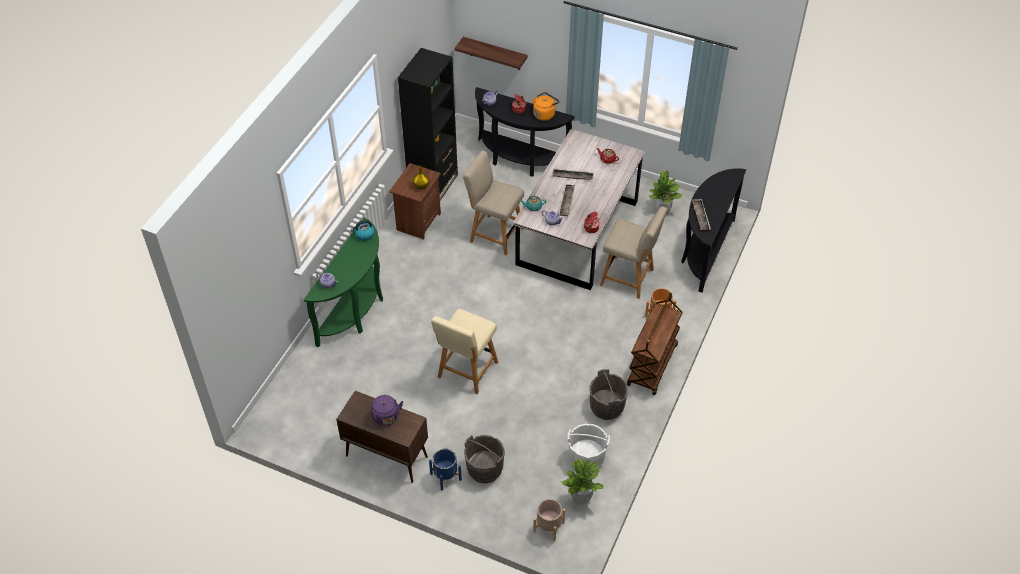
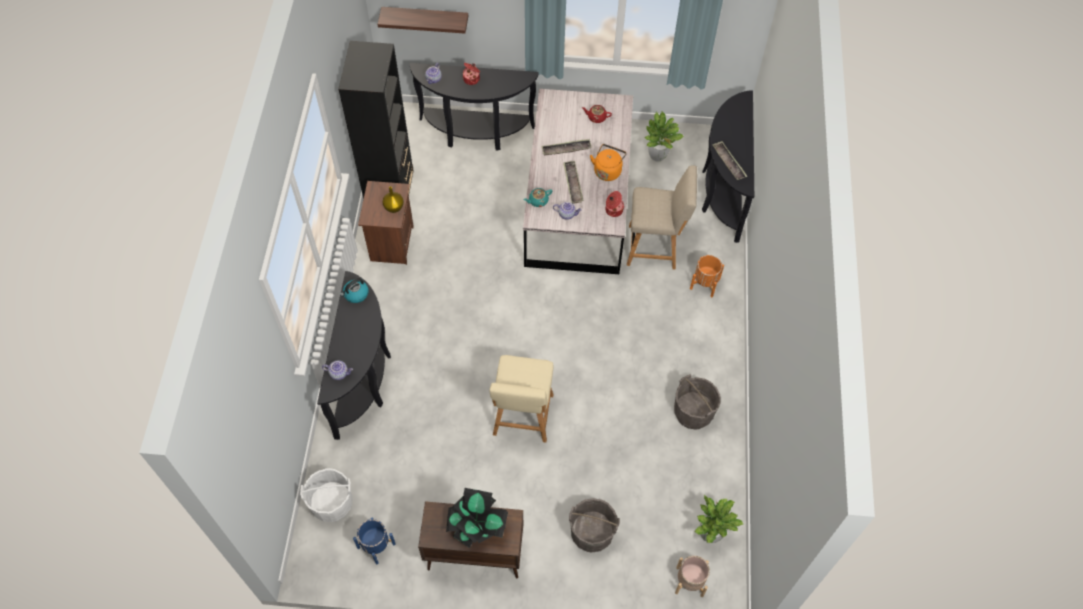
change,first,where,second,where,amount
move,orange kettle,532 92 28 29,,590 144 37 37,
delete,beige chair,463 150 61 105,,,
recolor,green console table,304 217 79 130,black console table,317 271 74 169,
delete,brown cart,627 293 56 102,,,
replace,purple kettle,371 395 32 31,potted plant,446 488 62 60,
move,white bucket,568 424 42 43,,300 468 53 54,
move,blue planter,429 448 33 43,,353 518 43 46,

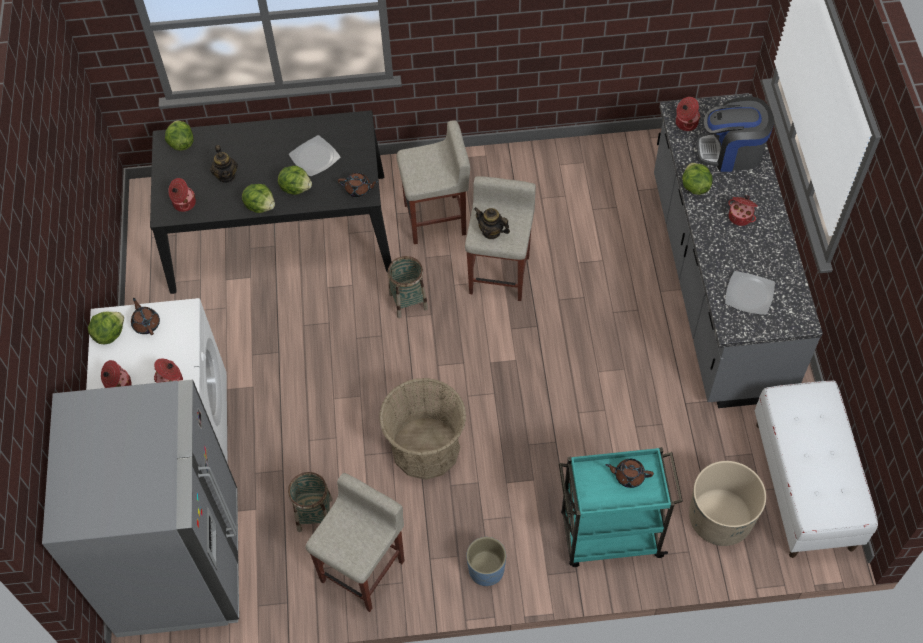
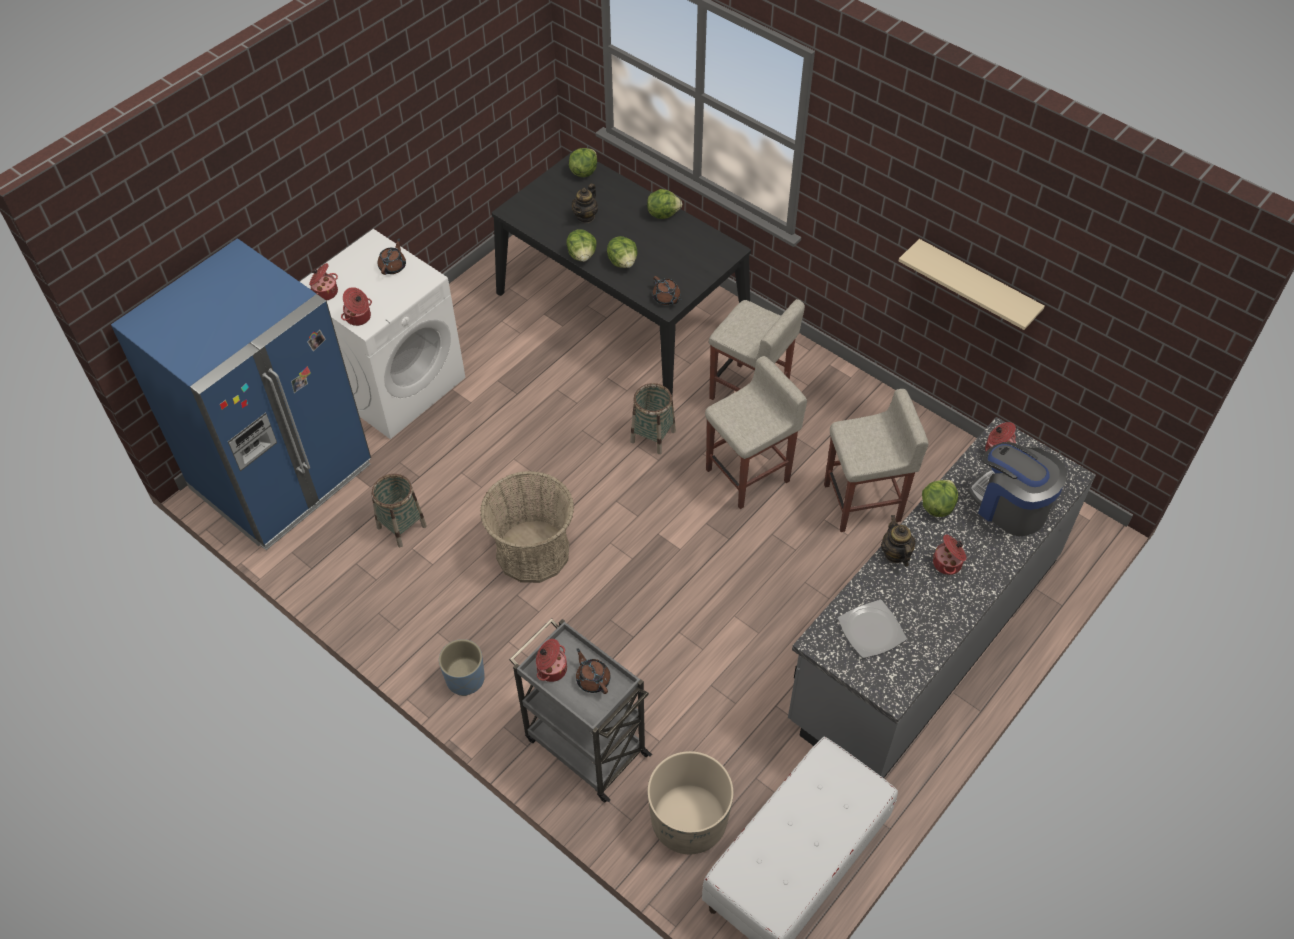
change,first,where,second,where,amount
delete,plate,289 135 52 42,,,
move,cooking pot,168 178 28 34,,536 639 31 43,
move,teapot,474 207 36 32,,881 515 35 52,
move,lettuce,88 312 36 32,,647 189 35 30,
recolor,grey fridge,42 379 197 258,blue fridge,111 238 260 312,
recolor,turquoise cart,559 447 124 120,grey cart,509 618 143 185,
move,beige stool,306 473 99 139,,824 389 104 143,
insert,,,beige shelf,899 239 146 91,

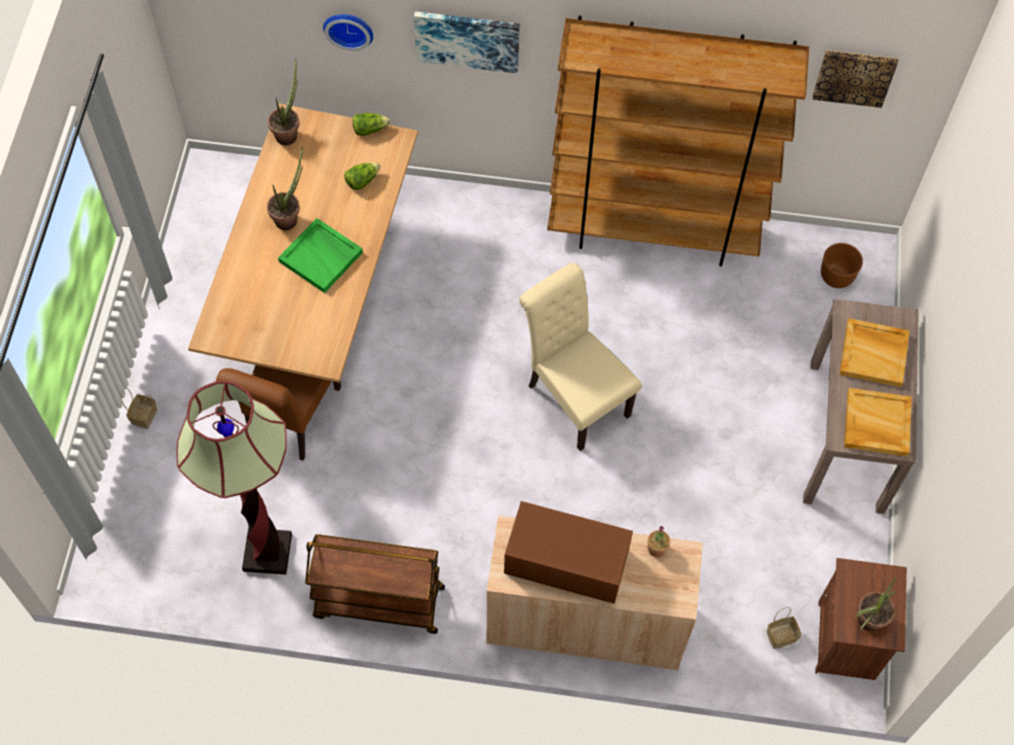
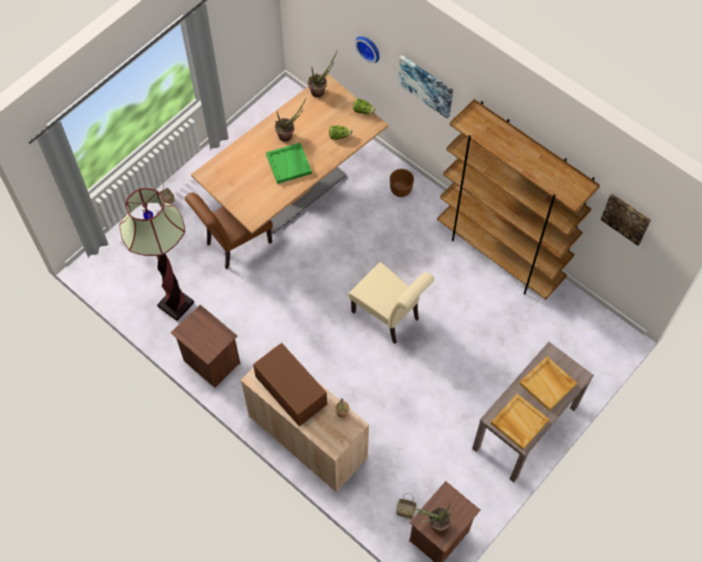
change,first,where,second,where,amount
move,brown planter,821 243 42 45,,390 169 24 28,
rotate,beige chair,519 263 123 188,,349 262 86 82,135 degrees clockwise
replace,brown cart,305 534 140 100,brown nightstand,171 305 69 83,

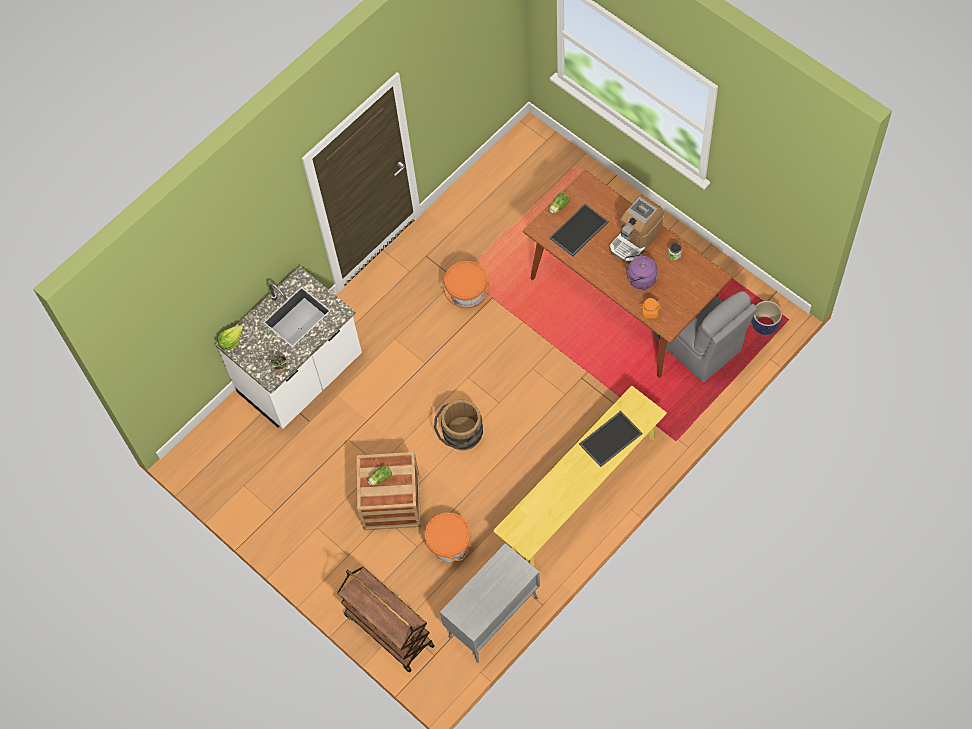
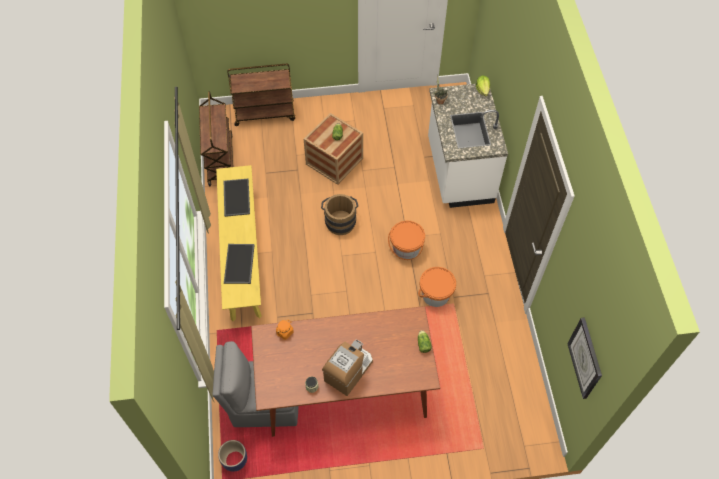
change,first,where,second,where,amount
rotate,coffee machine,609 195 55 69,,322 340 51 56,45 degrees clockwise
move,tray,549 204 60 52,,224 179 26 38,
delete,purple kettle,625 254 33 37,,,
move,orange bucket,424 512 47 50,,388 221 37 39,
replace,grey cabinet,440 543 100 120,brown cart,199 91 34 95,
insert,,,wall clock,567 317 35 82,

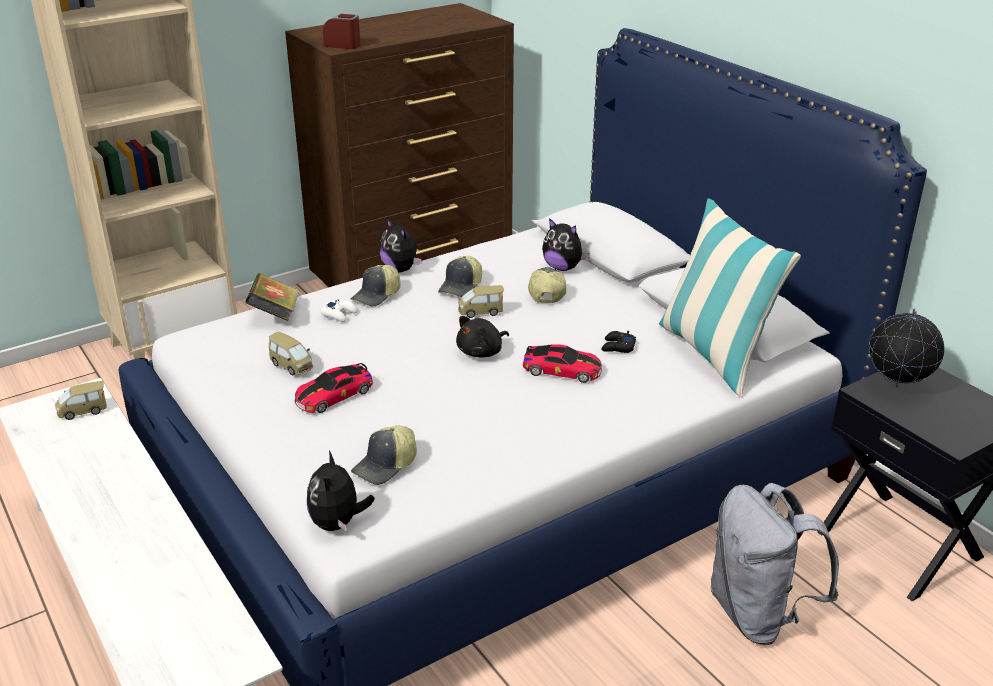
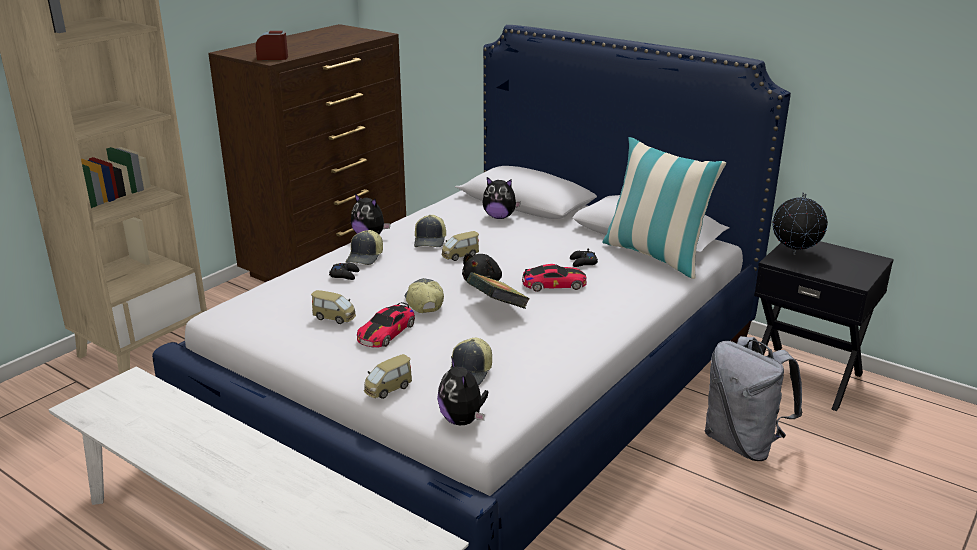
change,first,where,second,where,amount
move,cap,528 267 38 36,,405 278 39 35,
move,book,245 273 54 48,,467 272 63 37,
recolor,white game controller,320 300 37 22,black game controller,329 263 30 17,
move,toy car,55 381 52 39,,364 354 48 45,

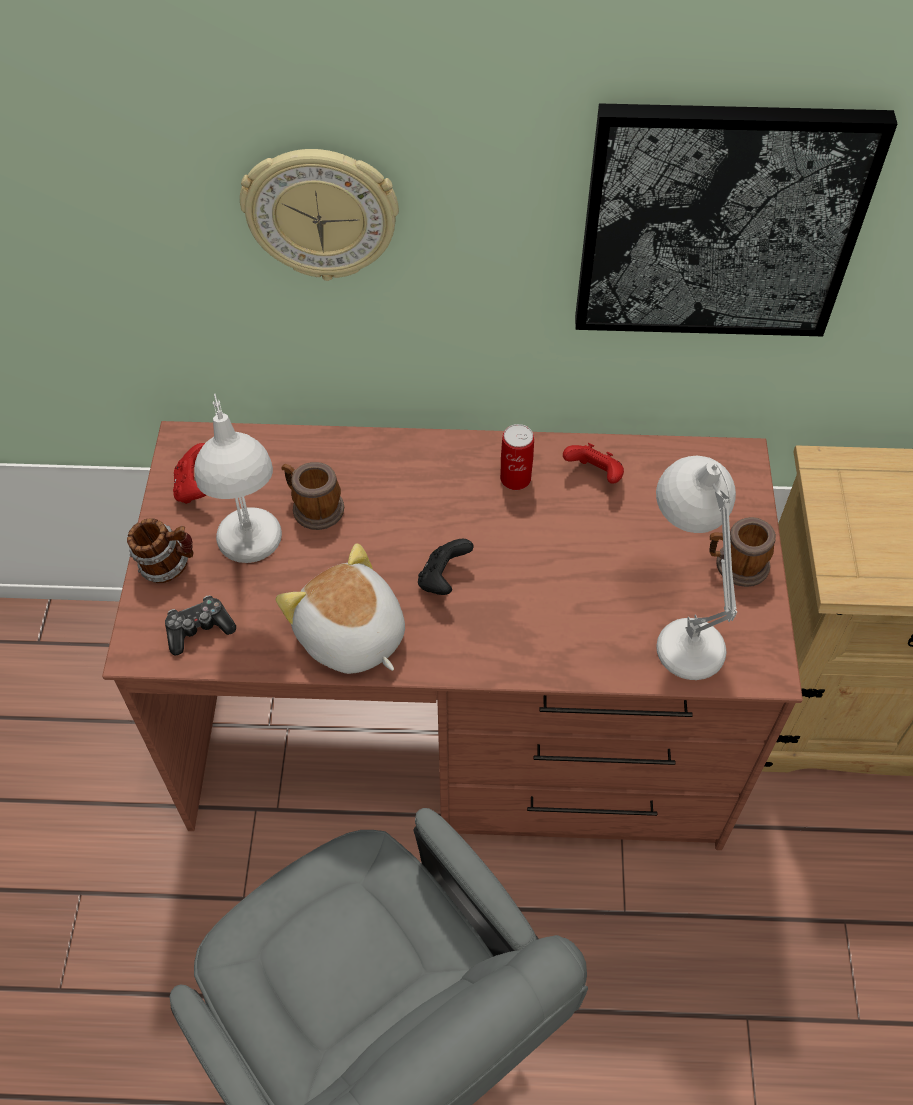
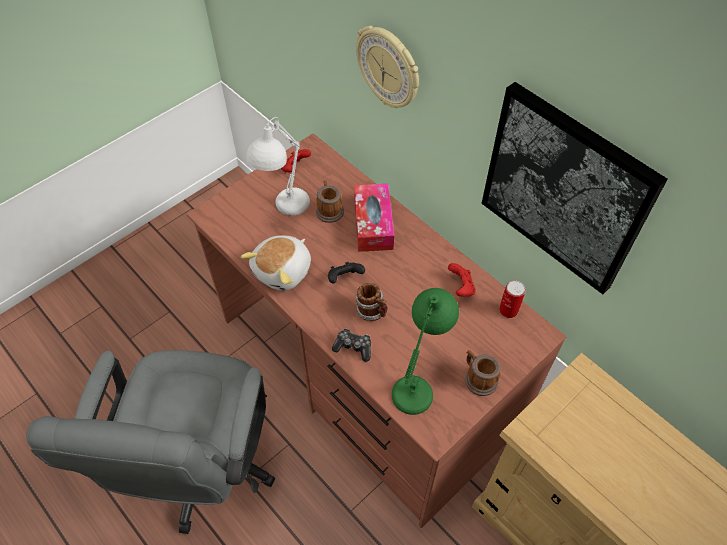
change,first,where,second,where,amount
move,can,500 424 34 66,,499 280 27 38,
recolor,white table lamp,656 456 81 224,green table lamp,392 288 67 127,
move,mug,127 518 67 65,,356 283 32 38,
rotate,plush toy,276 544 129 130,,241 235 70 56,150 degrees counterclockwise
move,game controller,165 595 71 61,,332 328 39 34,
insert,,,tissue box,354 184 40 68,

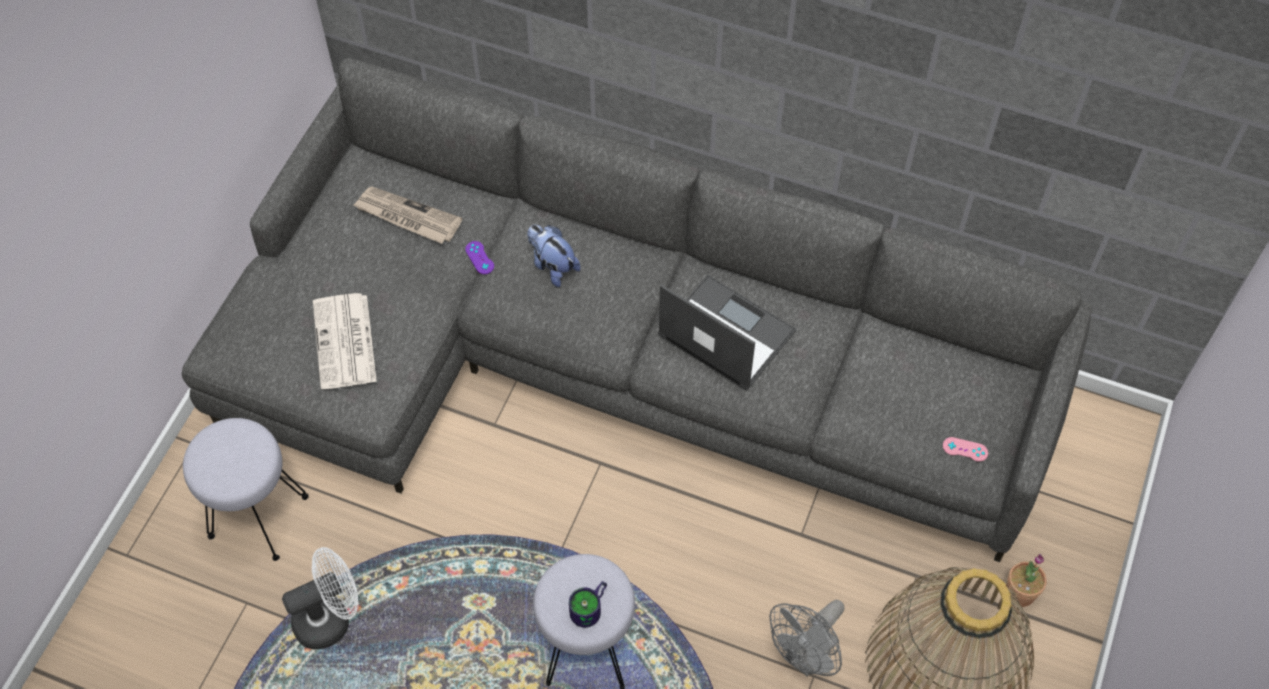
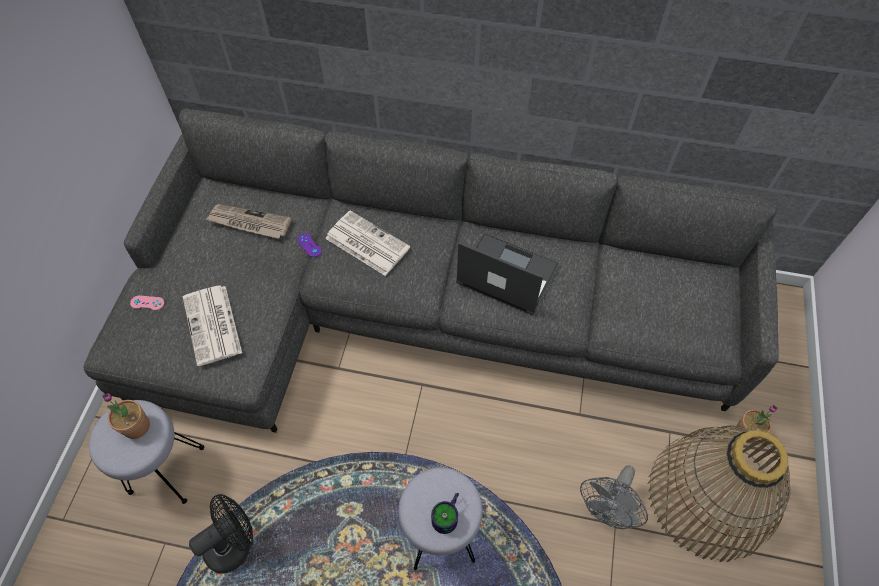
change,first,where,second,where,amount
replace,plush toy,527 225 53 62,newspaper,325 210 85 66,
move,pink game controller,943 437 45 25,,130 295 34 15,
recolor,white fan,282 547 76 103,black fan,189 494 64 80,
insert,,,potted plant,102 393 48 46,

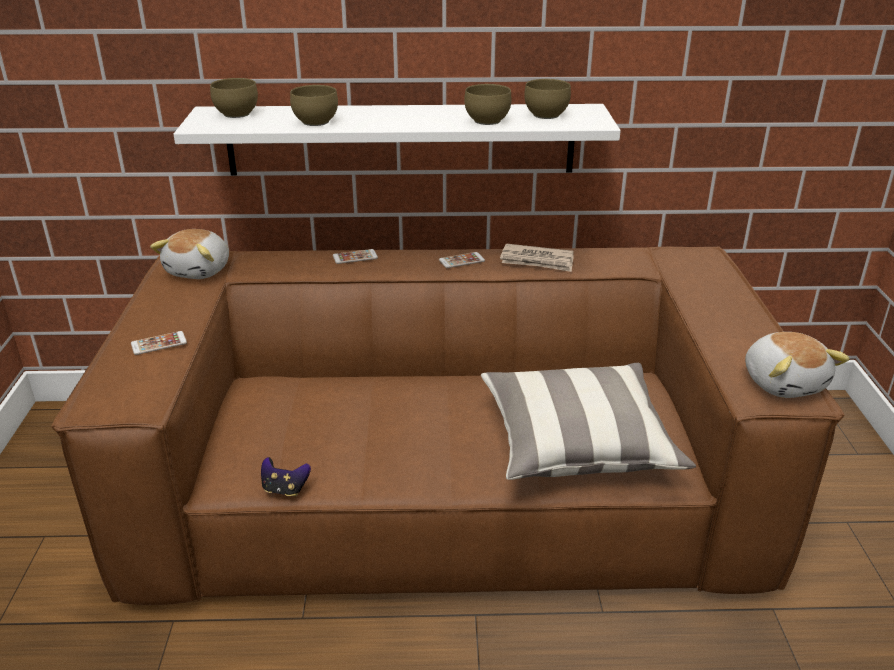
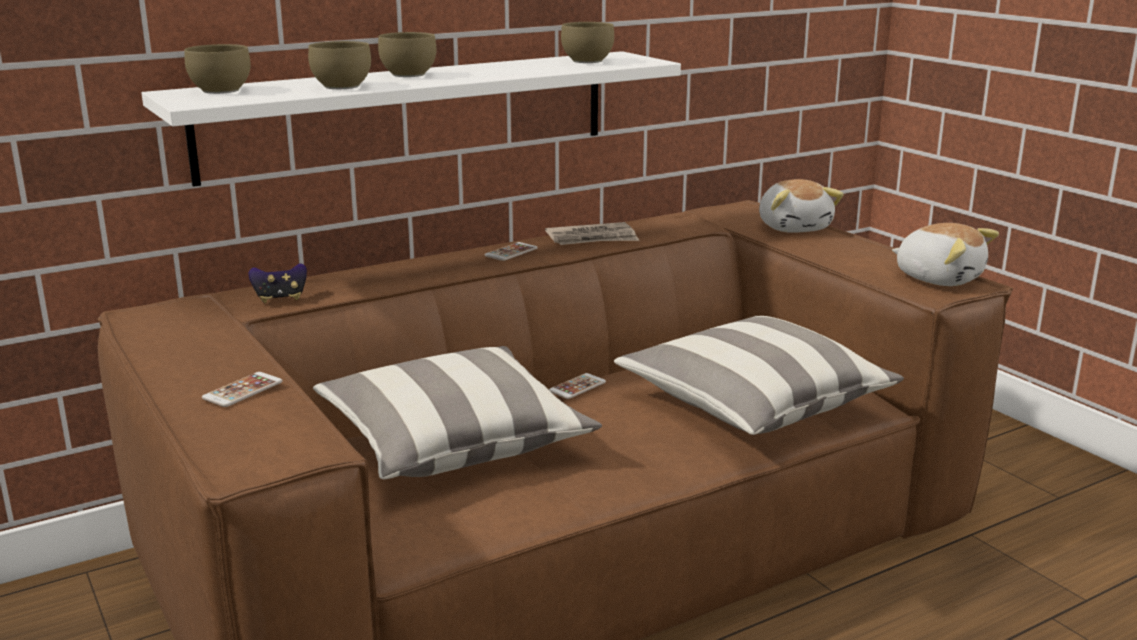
change,first,where,second,where,amount
move,brown bowl,464 84 47 41,,378 32 58 45,
move,plush toy,150 229 79 50,,759 179 85 54,
move,phone,333 249 45 15,,549 373 57 26,
move,game controller,261 457 50 39,,248 263 59 40,
insert,,,pillow,313 346 289 133,

